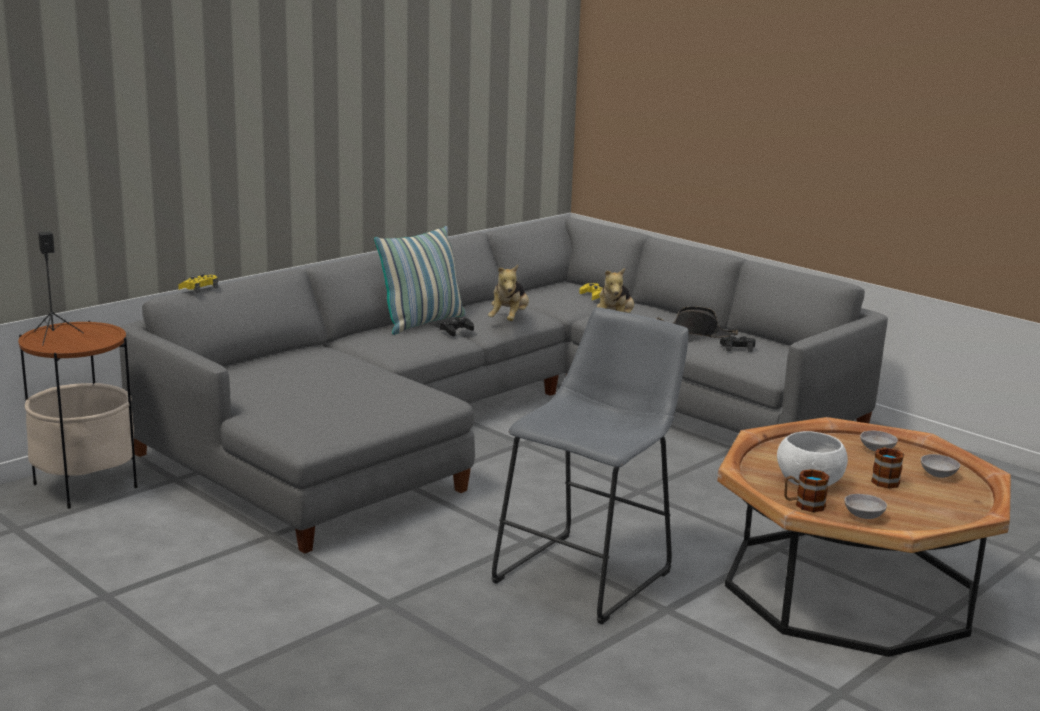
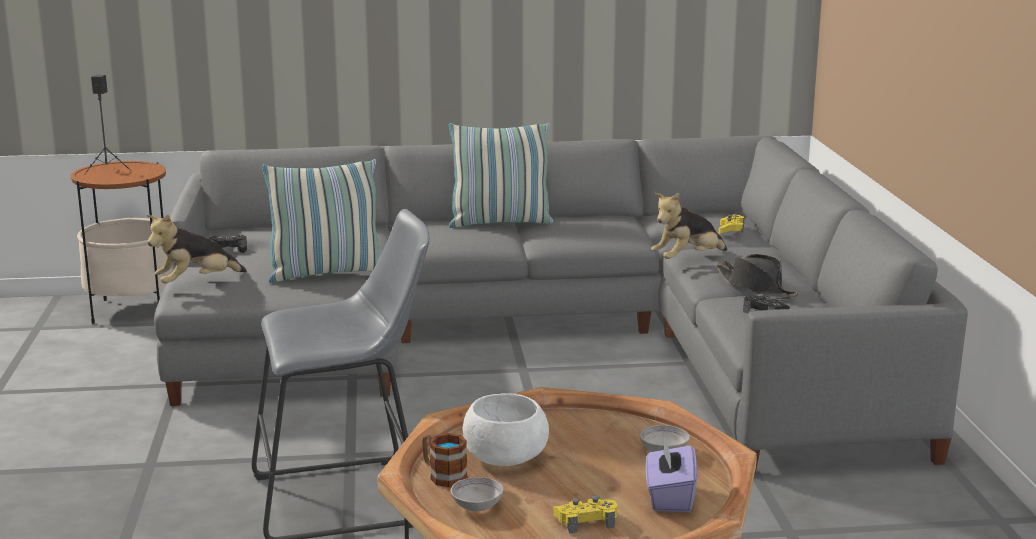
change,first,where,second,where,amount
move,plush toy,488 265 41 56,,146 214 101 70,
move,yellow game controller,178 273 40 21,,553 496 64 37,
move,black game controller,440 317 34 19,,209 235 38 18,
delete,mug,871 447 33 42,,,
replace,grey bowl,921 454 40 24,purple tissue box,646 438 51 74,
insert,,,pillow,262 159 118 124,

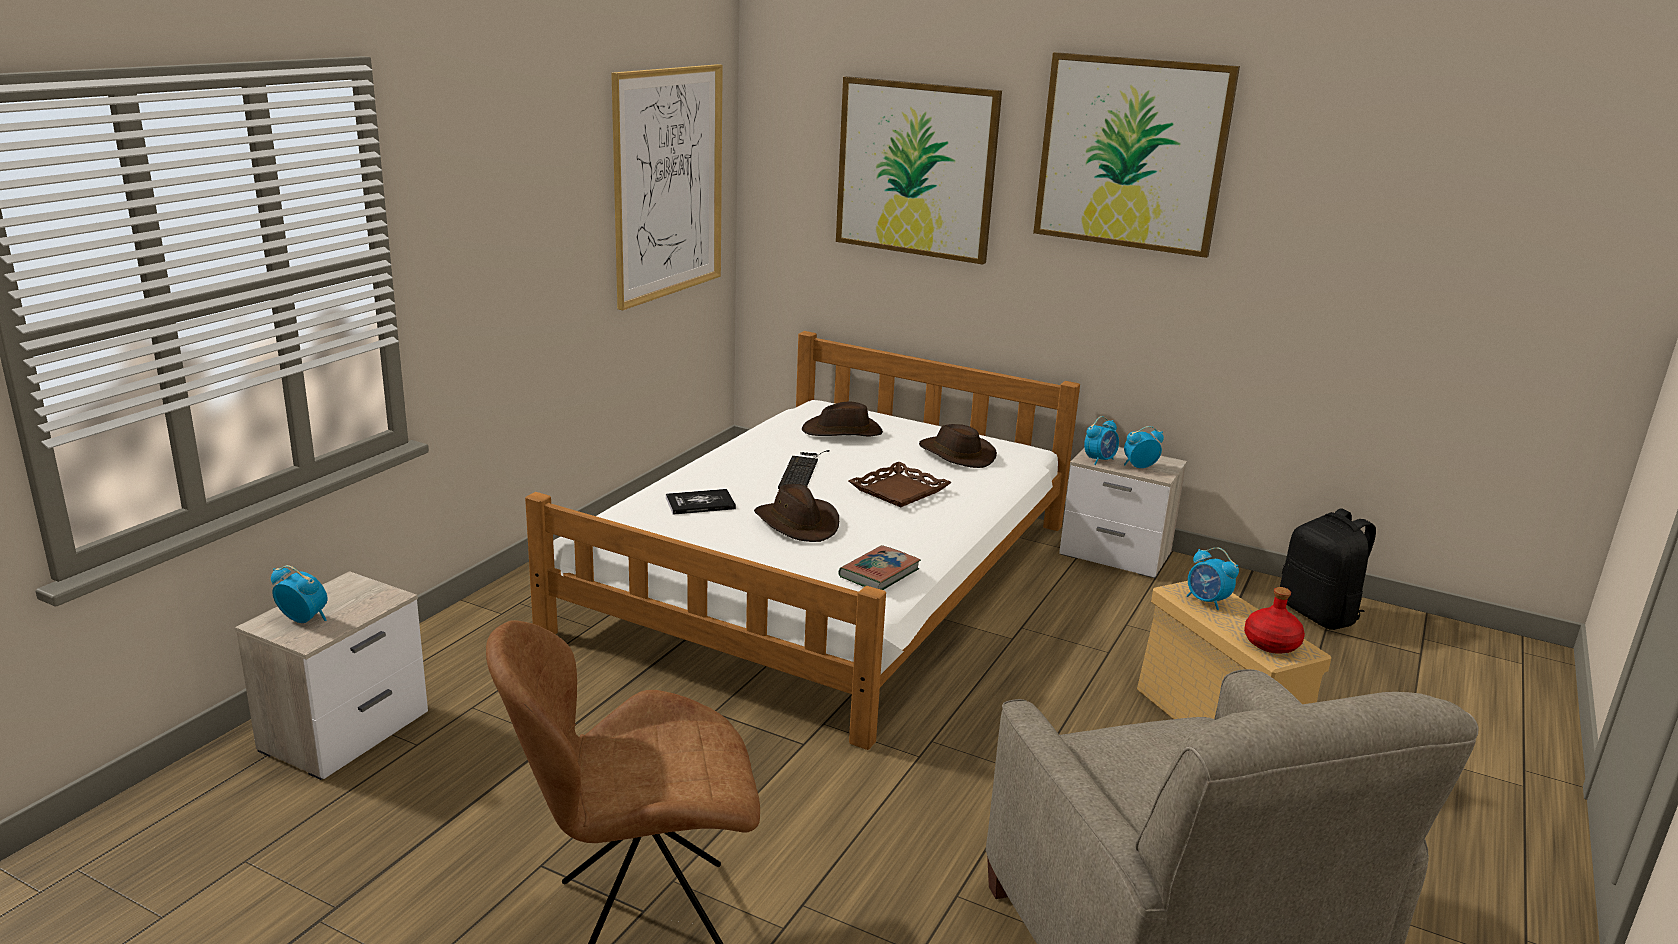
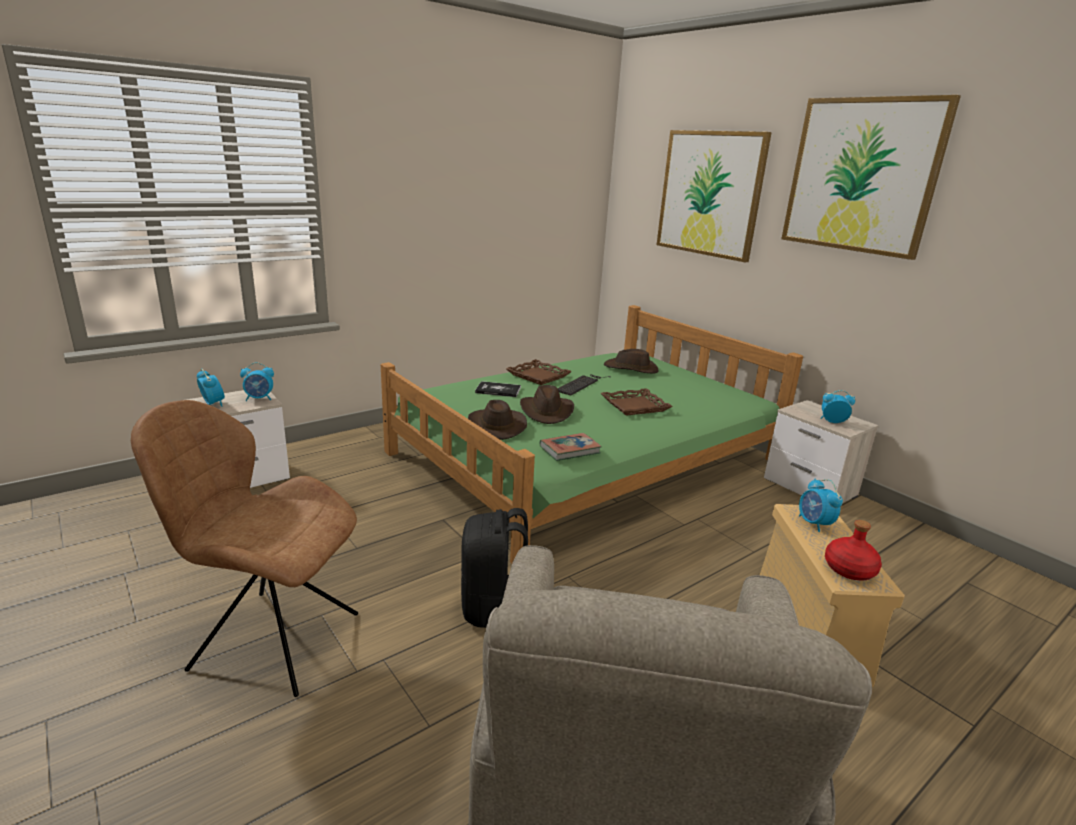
change,first,where,second,where,amount
delete,picture,611 64 112 246,,,
recolor,white bed,525 331 555 419,green bed,381 305 422 259,
move,alarm clock,1084 416 35 49,,240 362 34 39,
move,brown hat,919 424 78 44,,468 400 59 40,
move,black backpack,1280 509 96 121,,461 508 67 120,
insert,,,brown tray,506 359 66 26,

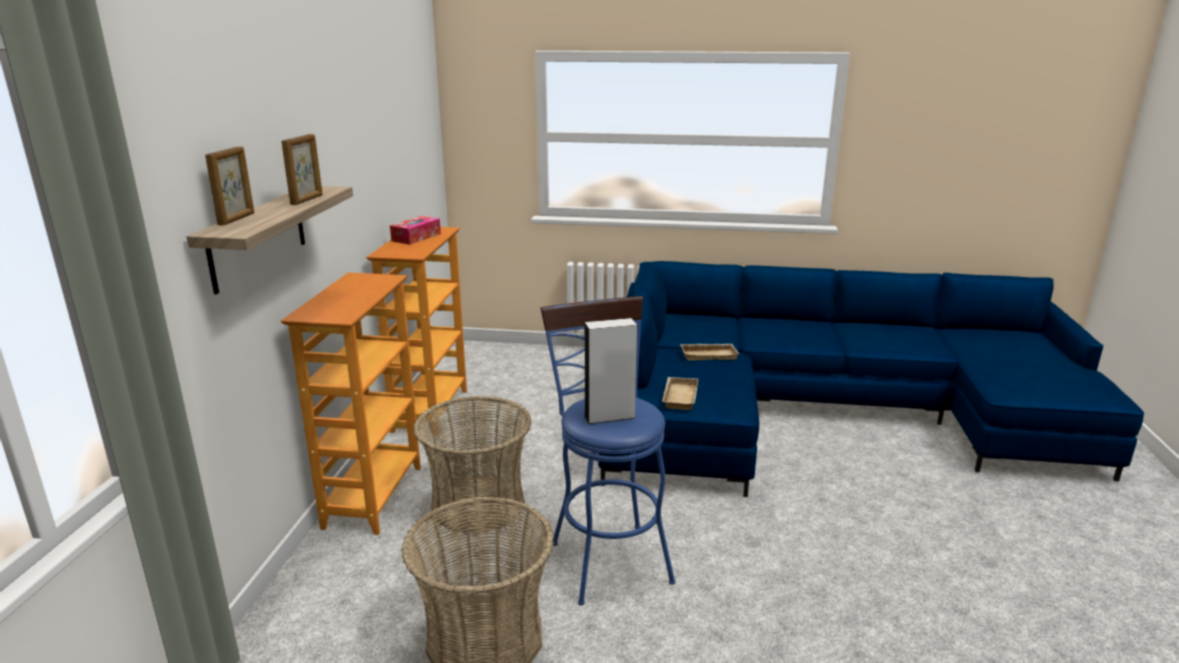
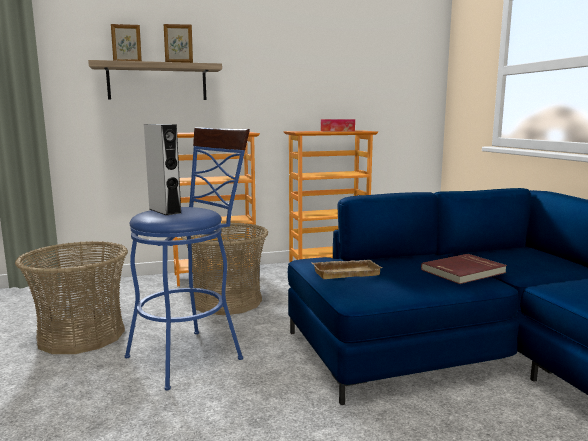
change,first,where,second,where,amount
replace,beige tray,680 344 59 17,red book,421 254 86 30,

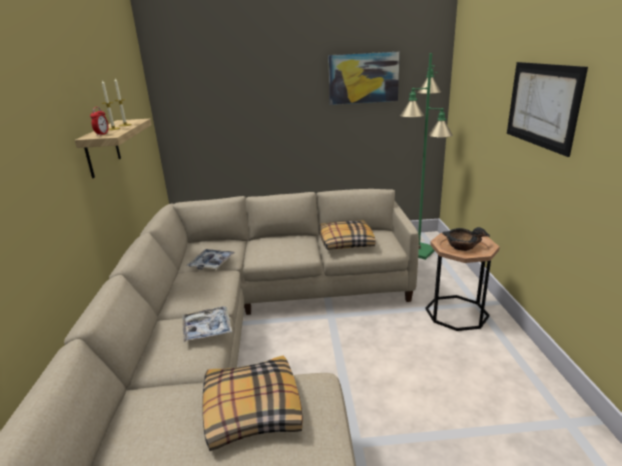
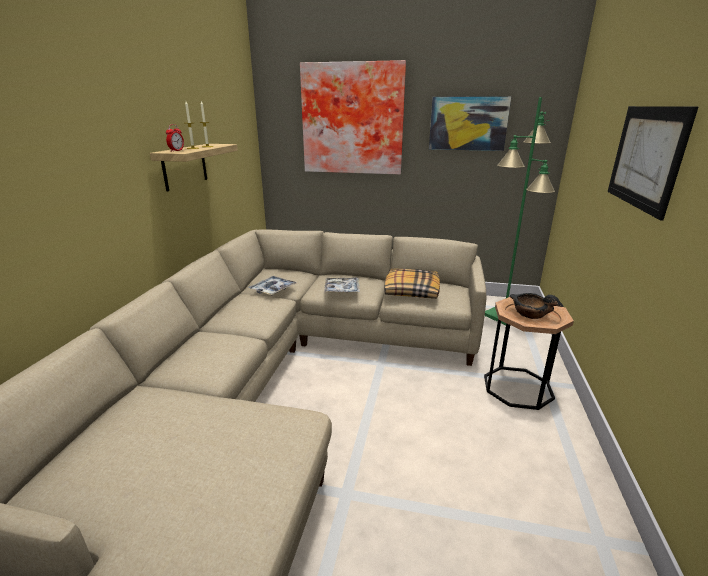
change,first,where,second,where,amount
move,tray,182 306 50 36,,324 277 36 15,
delete,pillow,203 356 100 95,,,
insert,,,picture,300 60 106 114,

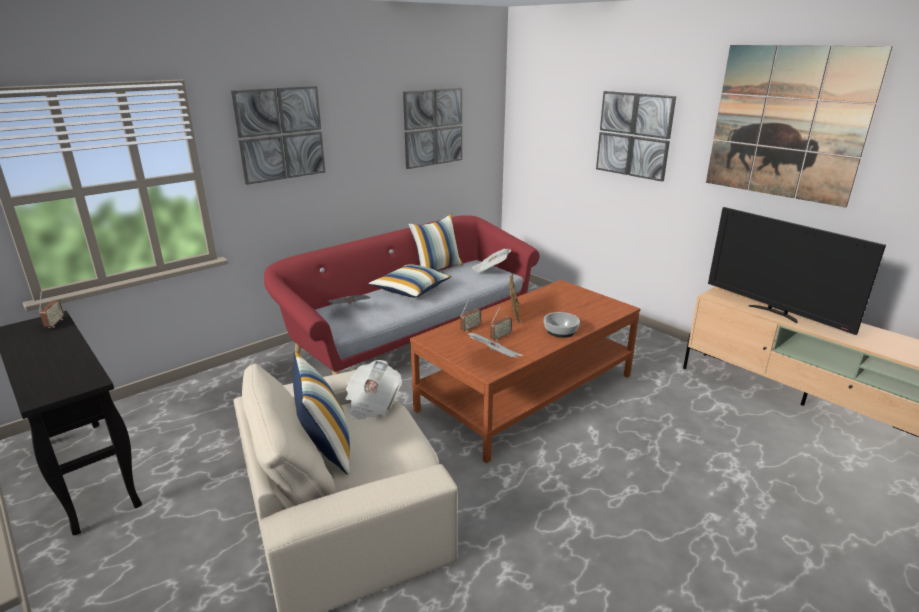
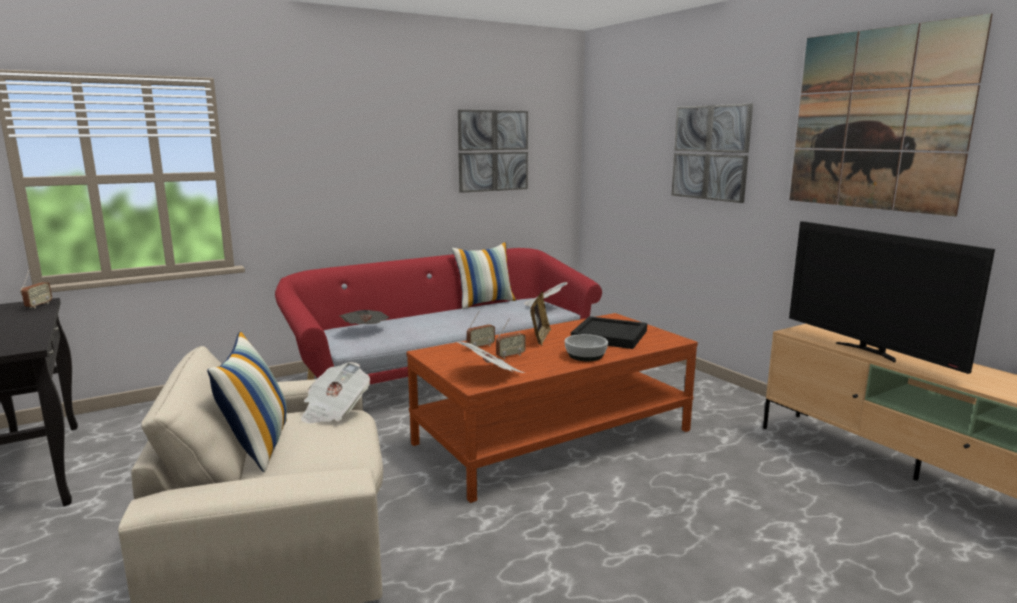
change,first,where,second,where,amount
delete,picture,231 86 94 99,,,
delete,pillow,369 264 82 34,,,
insert,,,black tray,571 316 76 33,

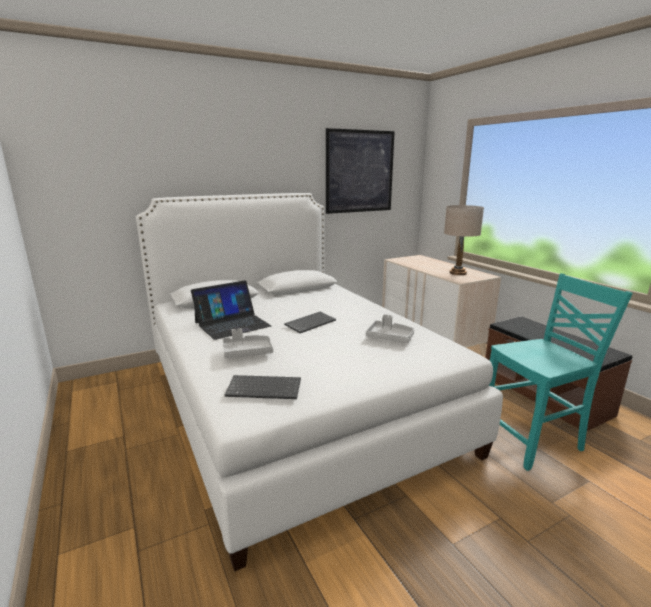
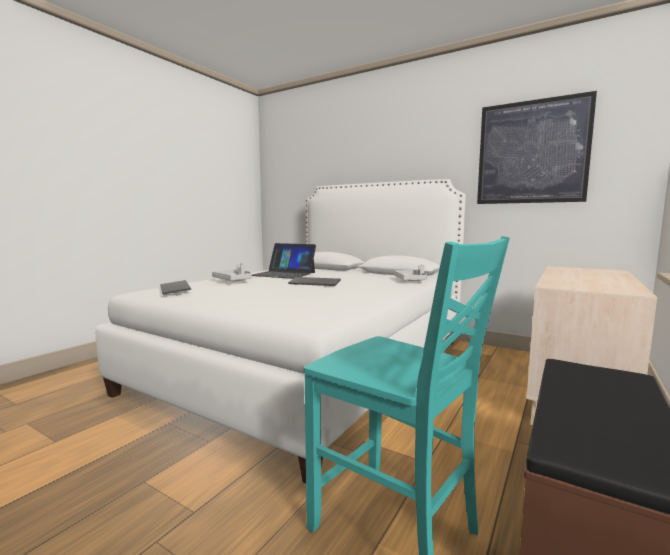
change,first,where,second,where,amount
delete,beige table lamp,444 205 40 70,,,
move,grey tray,366 314 48 29,,394 264 33 18,

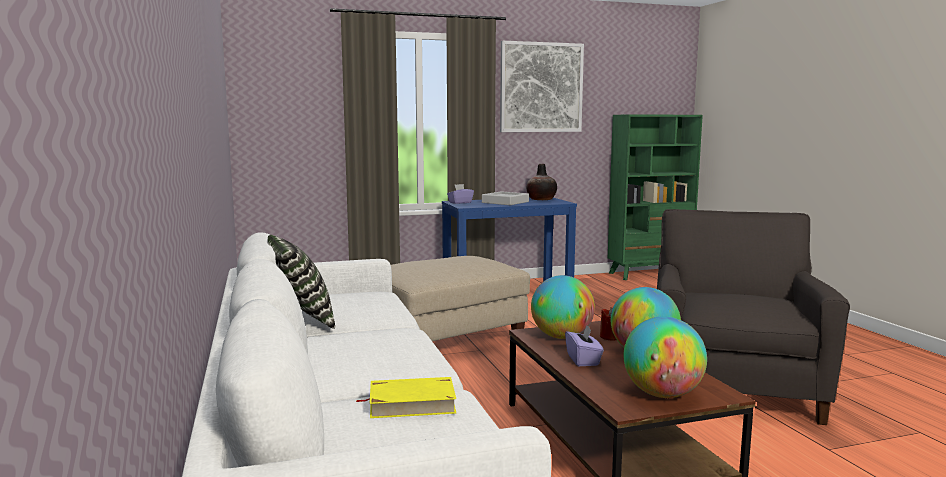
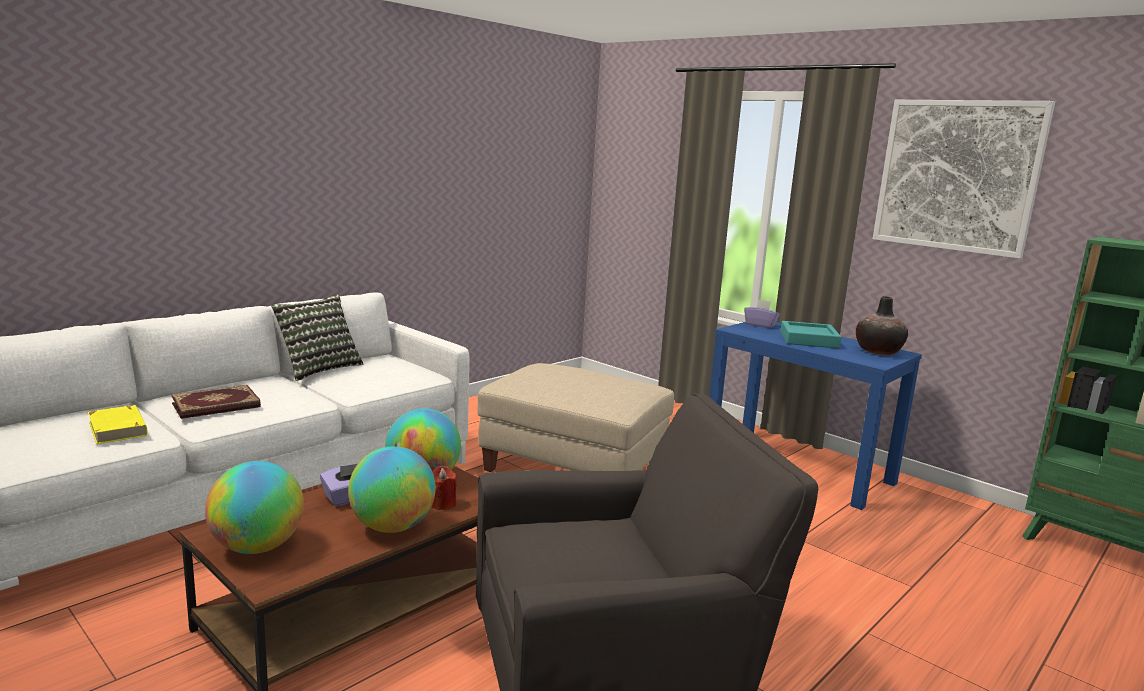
change,first,where,second,where,amount
recolor,grey tray,482 191 47 14,turquoise tray,780 321 61 27,
insert,,,book,171 385 90 34,

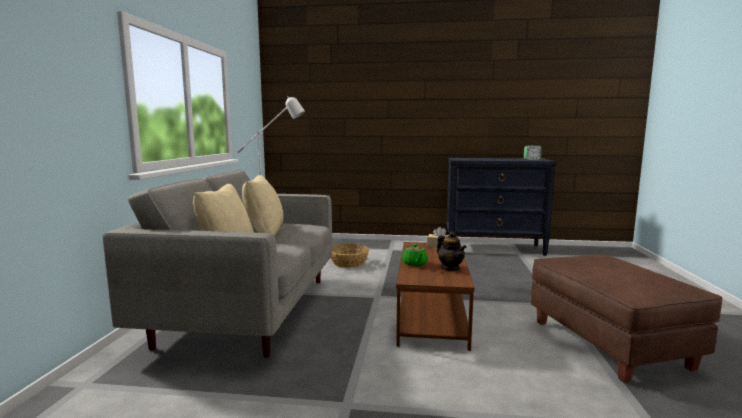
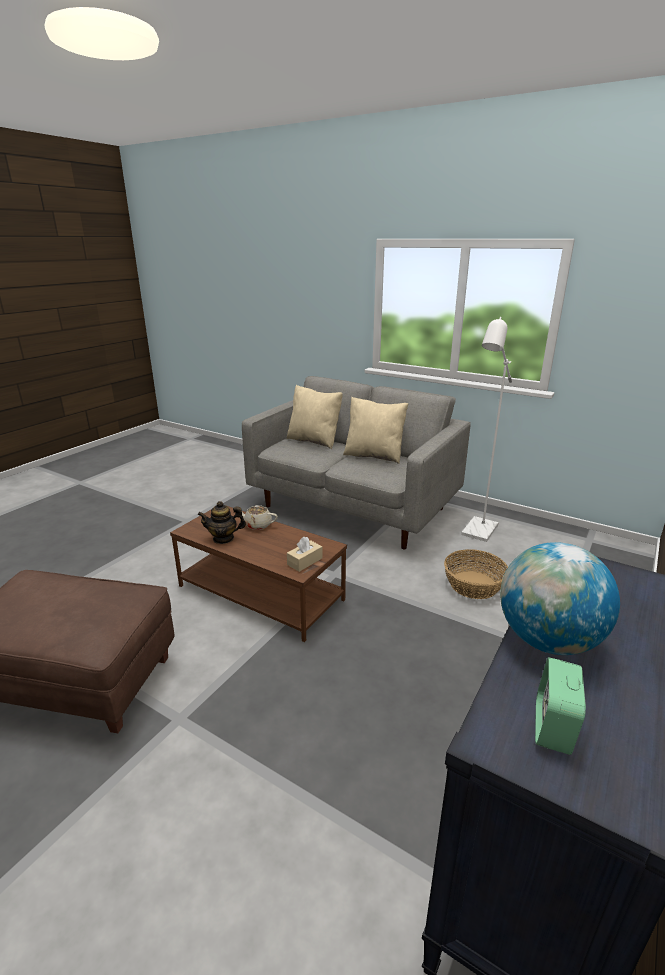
change,first,where,second,where,amount
recolor,green teapot,402 244 26 22,beige teapot,242 505 36 25,
insert,,,globe,500 542 120 113,

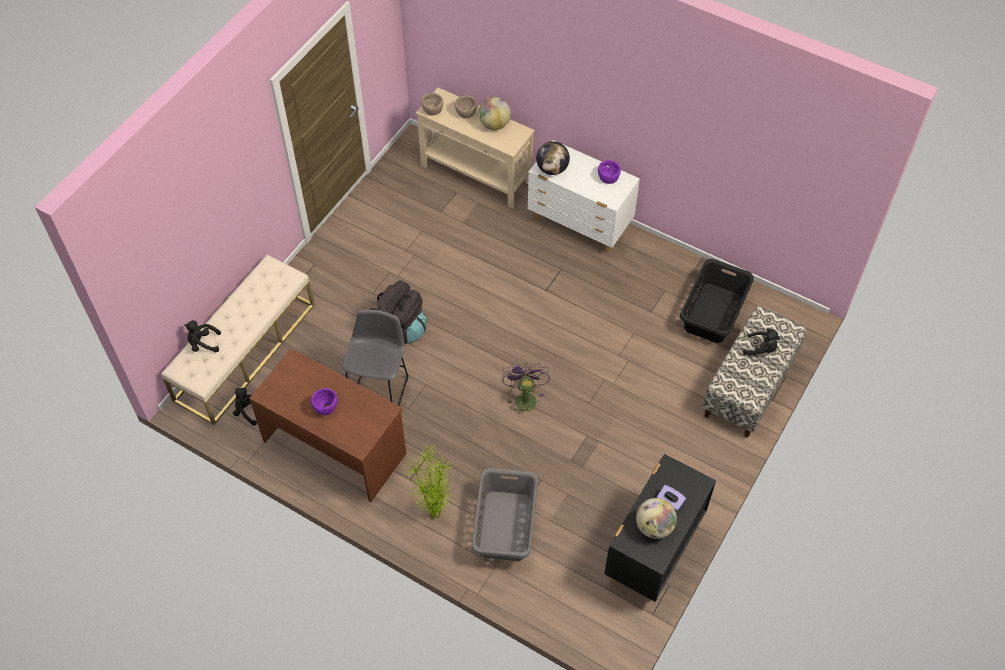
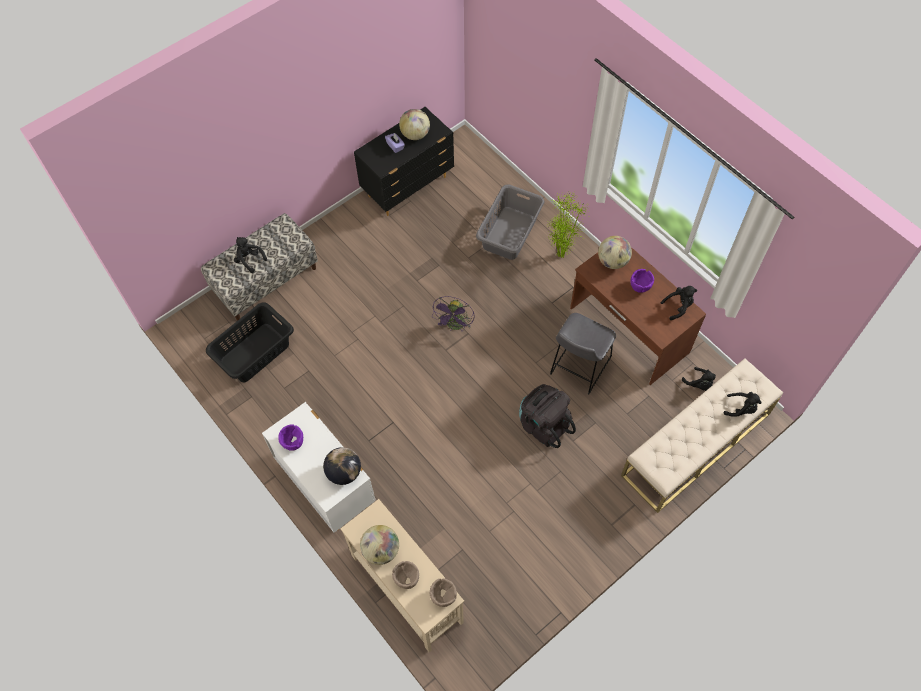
change,first,where,second,where,amount
insert,,,globe,598 236 34 33,
insert,,,black plush toy,661 286 36 34,

